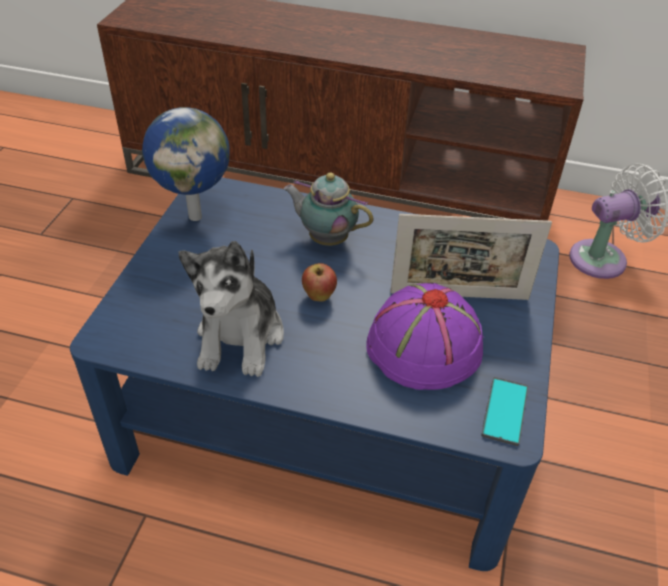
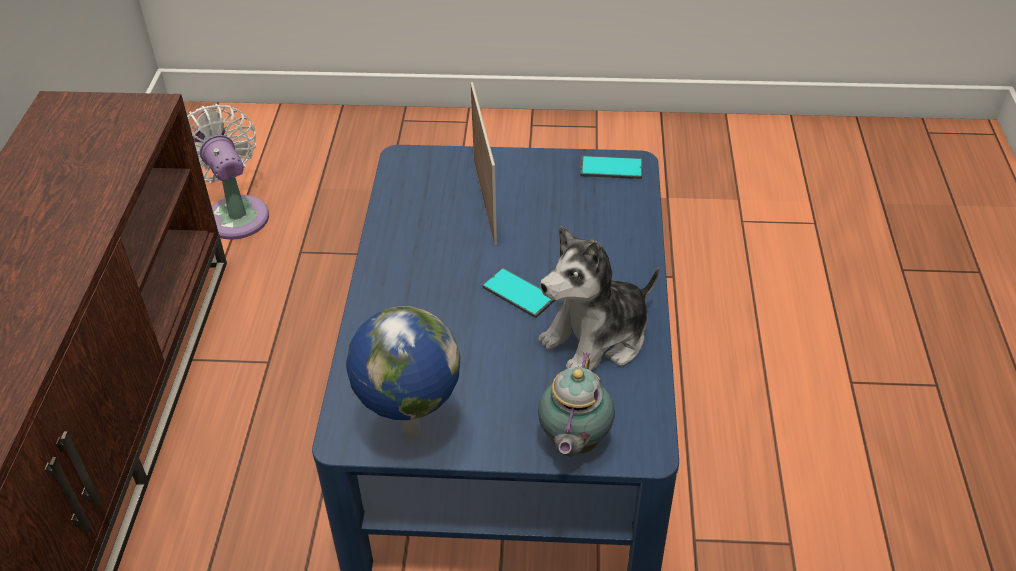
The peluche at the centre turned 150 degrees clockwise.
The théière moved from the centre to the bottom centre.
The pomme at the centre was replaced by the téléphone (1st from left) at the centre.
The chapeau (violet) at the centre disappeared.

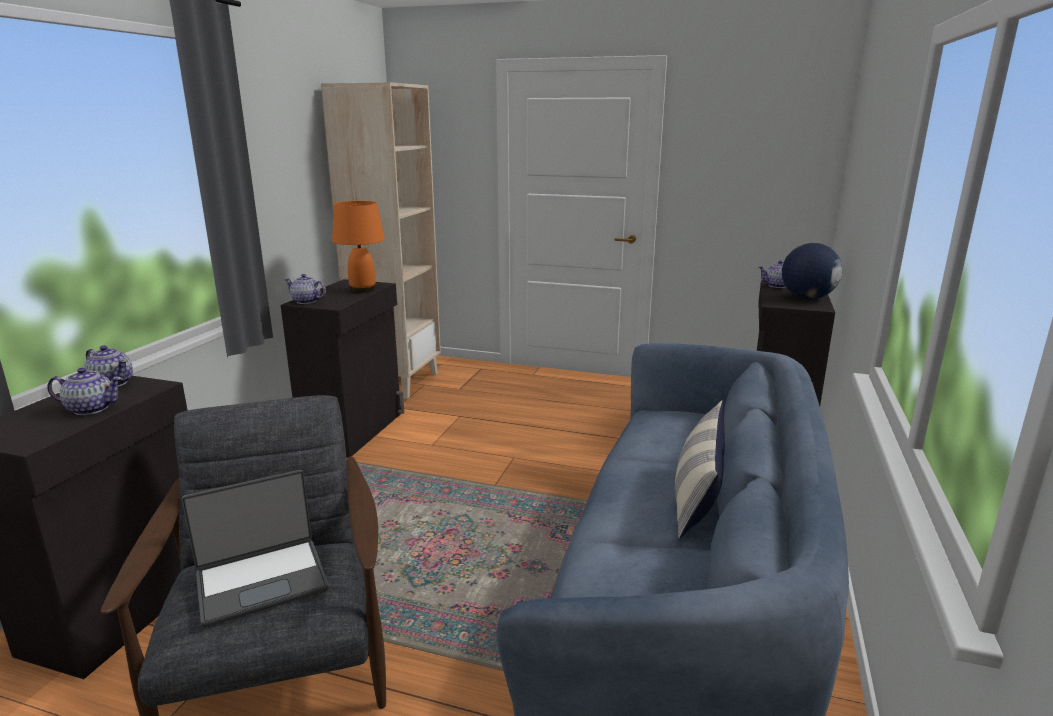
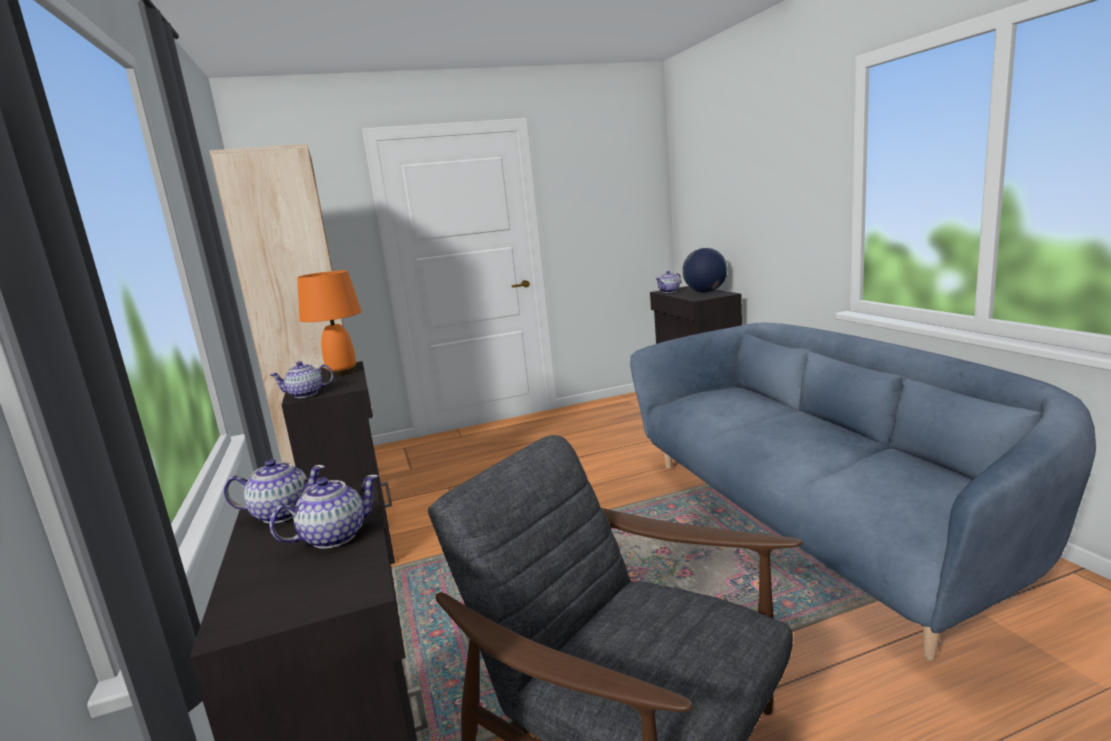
The ordinateur portable at the bottom left disappeared.
The coussin at the centre disappeared.

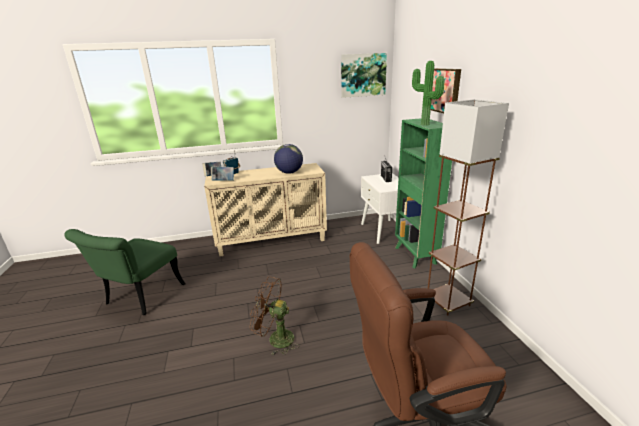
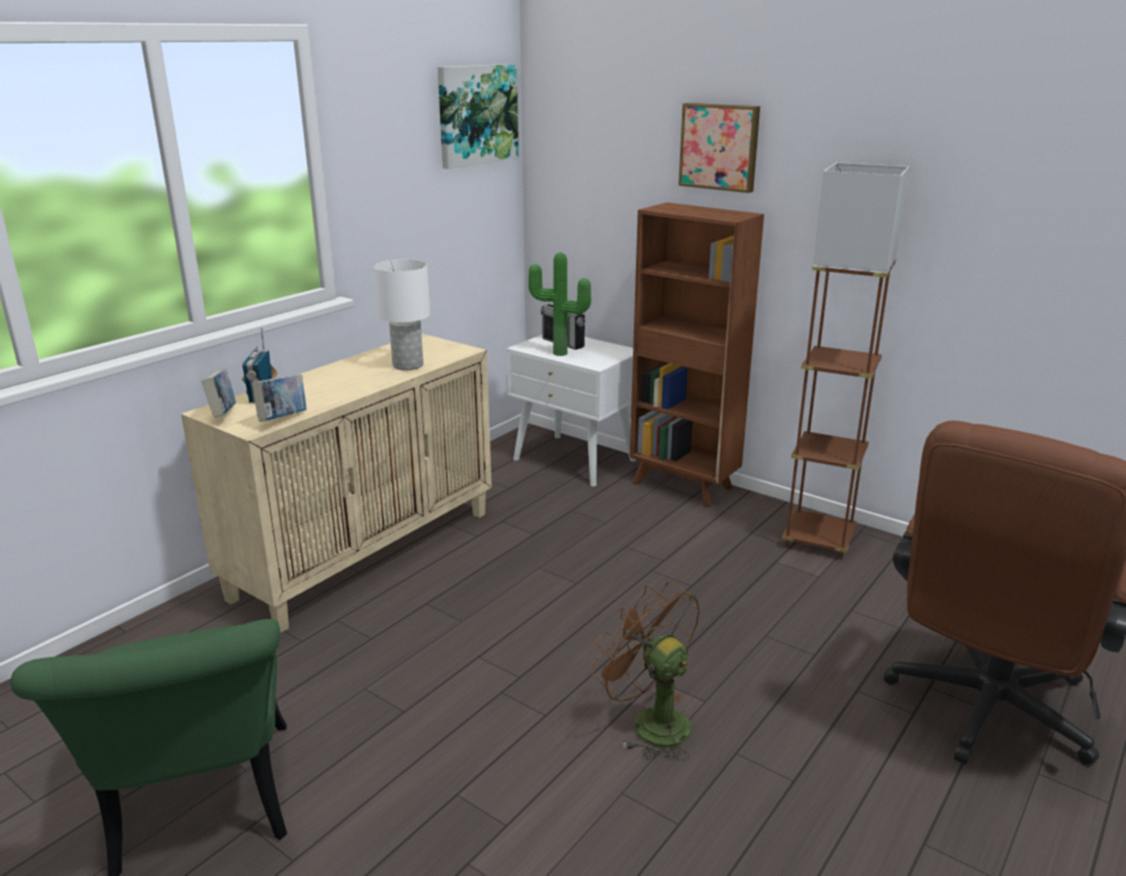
The ventilateur (marron) at the bottom centre turned 75 degrees clockwise.
The globe at the centre was replaced by the lampe de table (blanc) at the centre.
The bibliothèque (vert) at the centre became the bibliothèque (marron) at the centre.
The plante en pot moved from the top right to the centre.

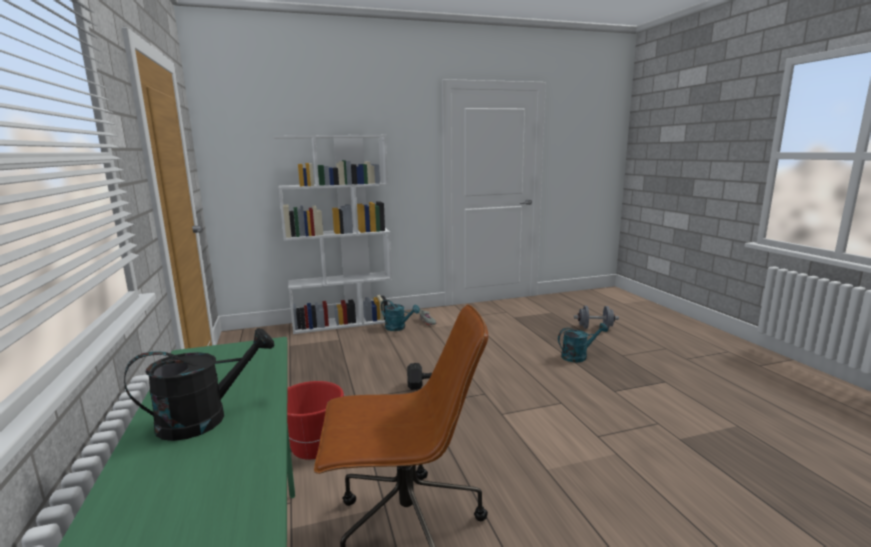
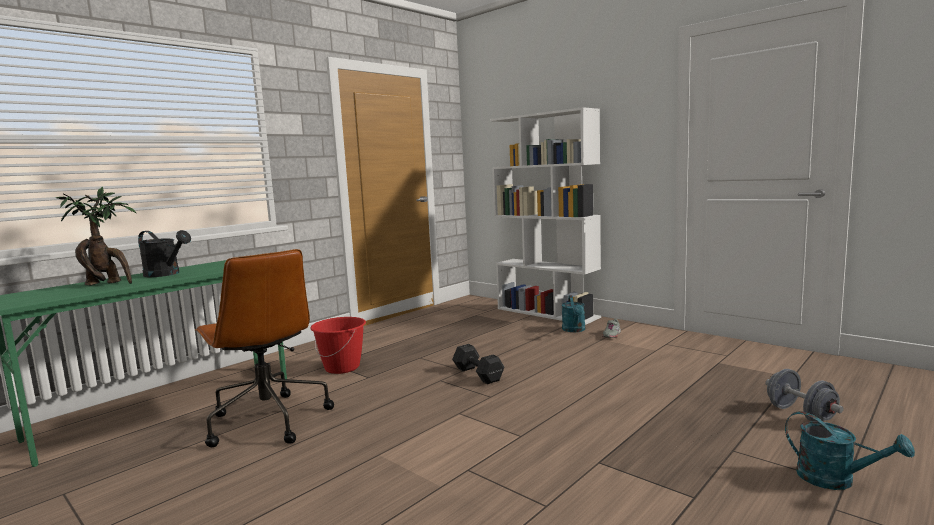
The arrosoir (turquoise) (2nd from left) moved from the middle right to the bottom right.
The plante en pot at the middle left appeared.

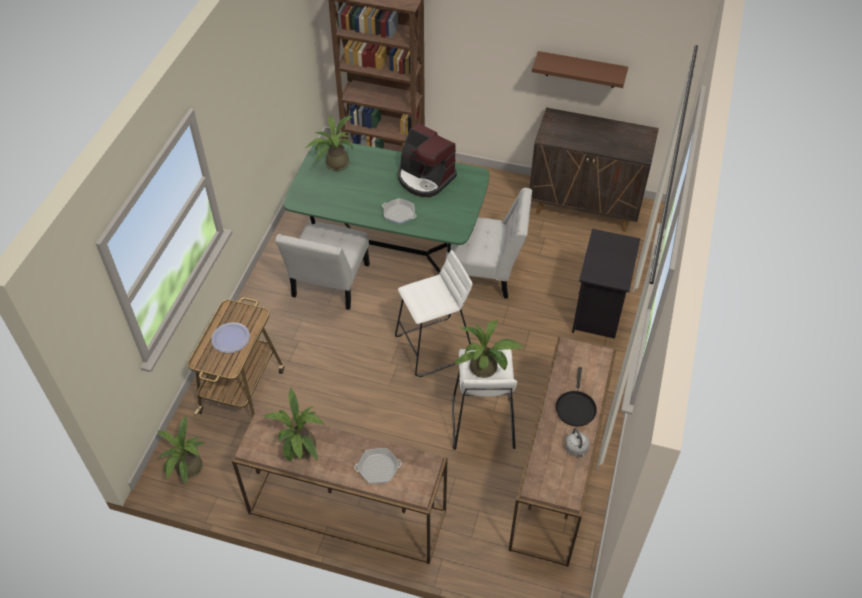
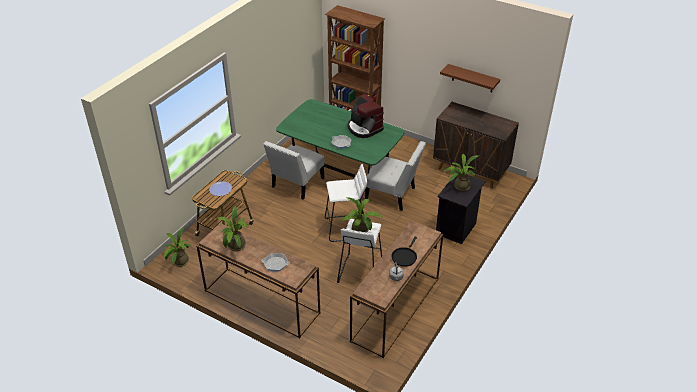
The plante en pot (3rd from left in the first image) moved from the top centre to the centre.

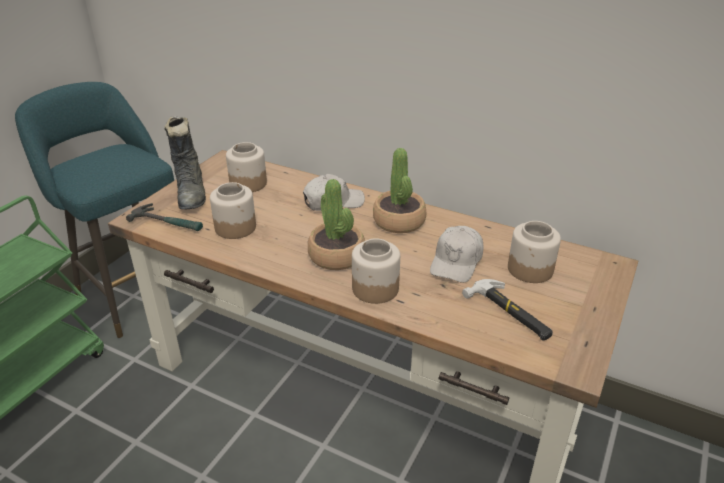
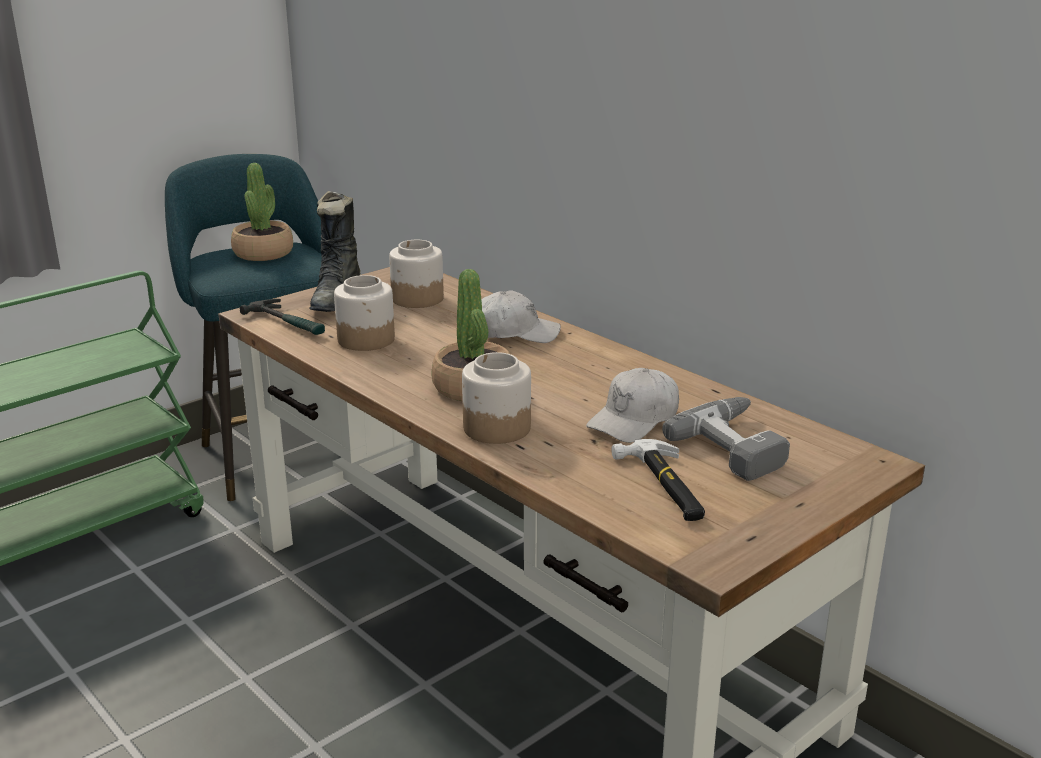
The plante en pot (2nd from left in the first image) moved from the centre to the top left.
The bocal (4th from left) at the middle right was replaced by the perceuse at the middle right.

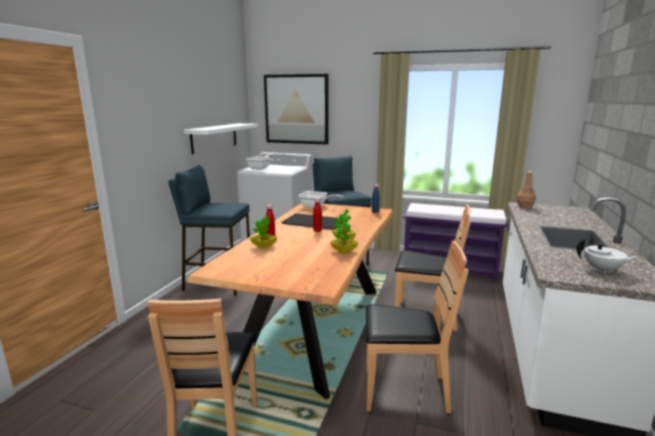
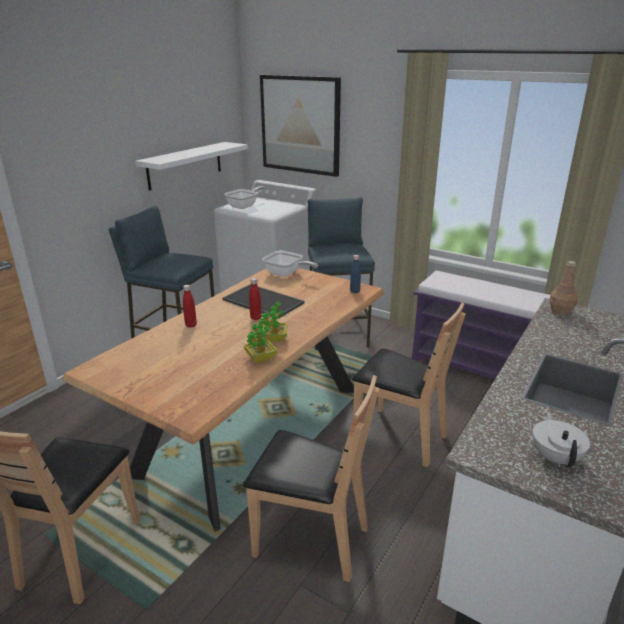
The plante en pot (1st from left) at the centre disappeared.
The théière (blanc) at the middle right turned 120 degrees counterclockwise.

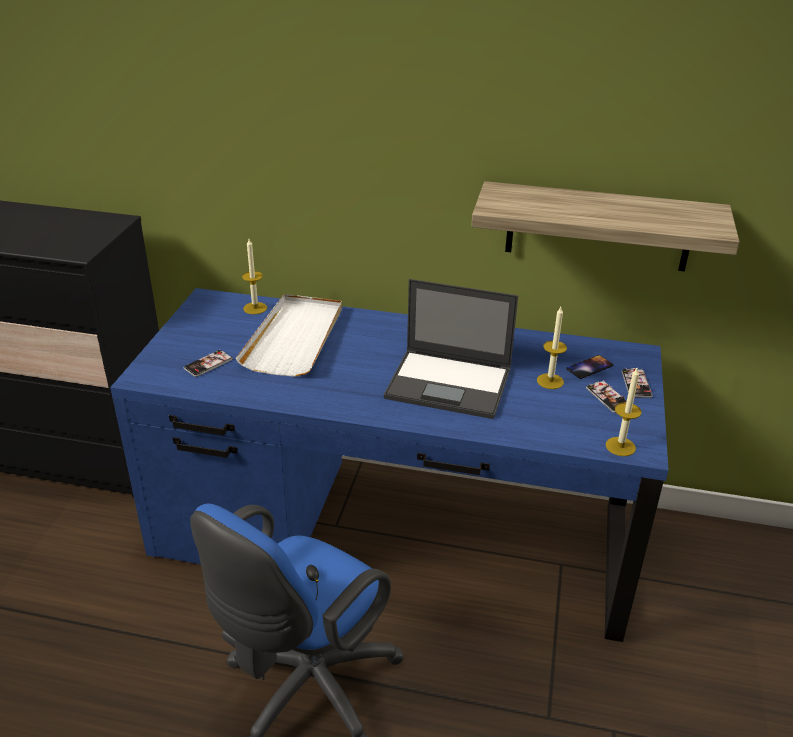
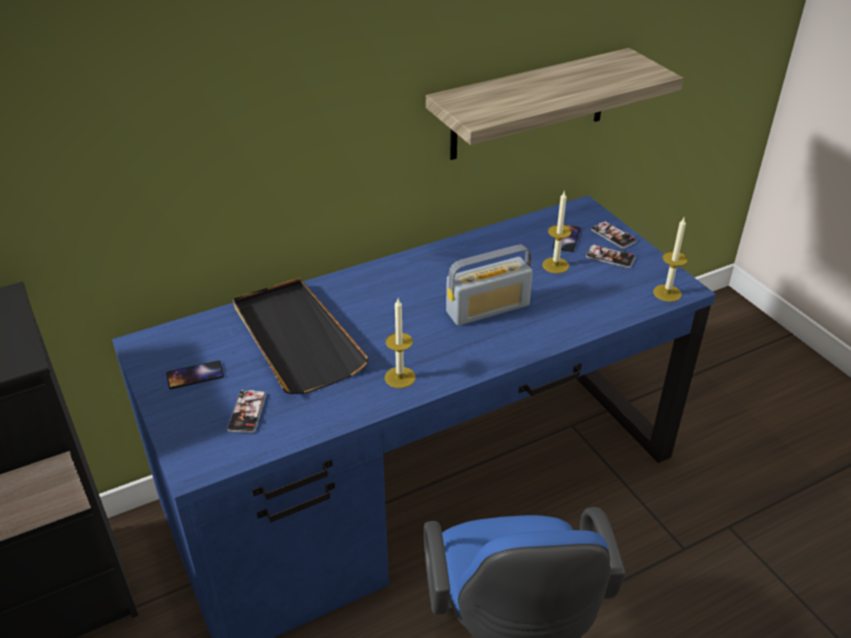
The plateau (blanc) at the centre became the plateau (noir) at the centre.
The bougie (1st from left) moved from the middle left to the centre.
The ordinateur portable at the centre was replaced by the radio at the centre.
The téléphone (1st from left) at the middle left appeared.

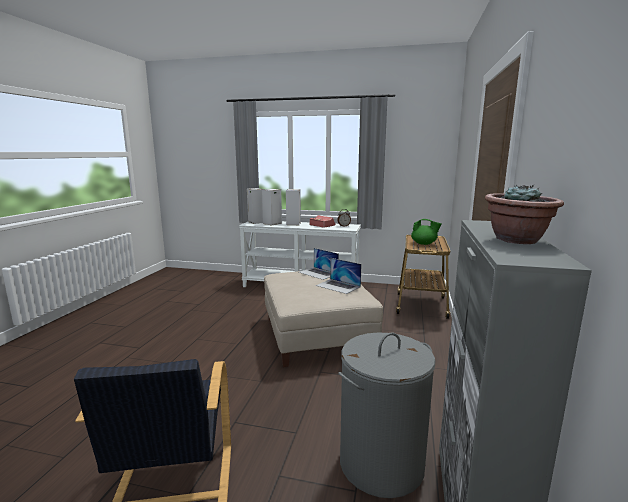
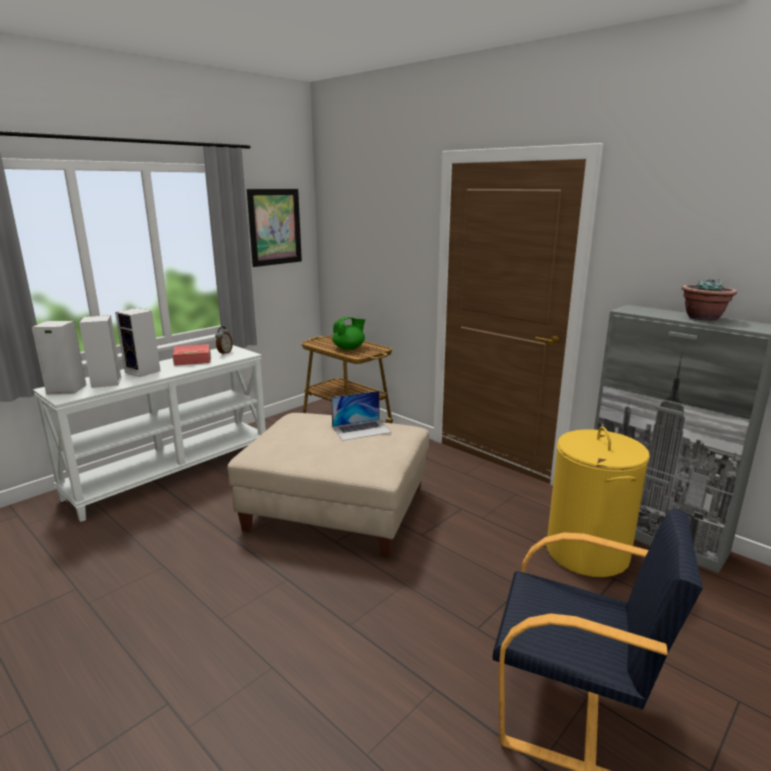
The ordinateur portable (1st from left) at the centre disappeared.
The panier à linge (gris) at the bottom centre became the panier à linge (jaune) at the middle right.
The tableau at the top centre appeared.

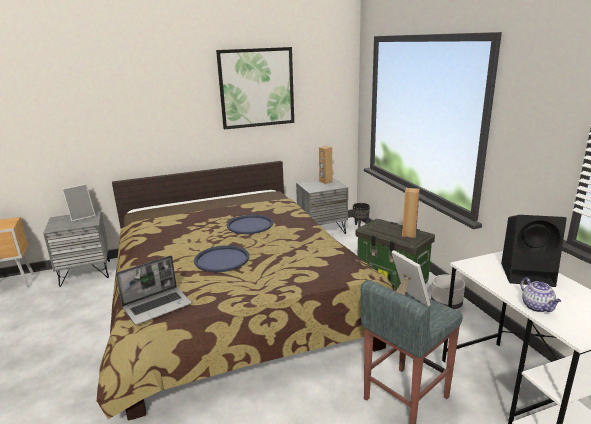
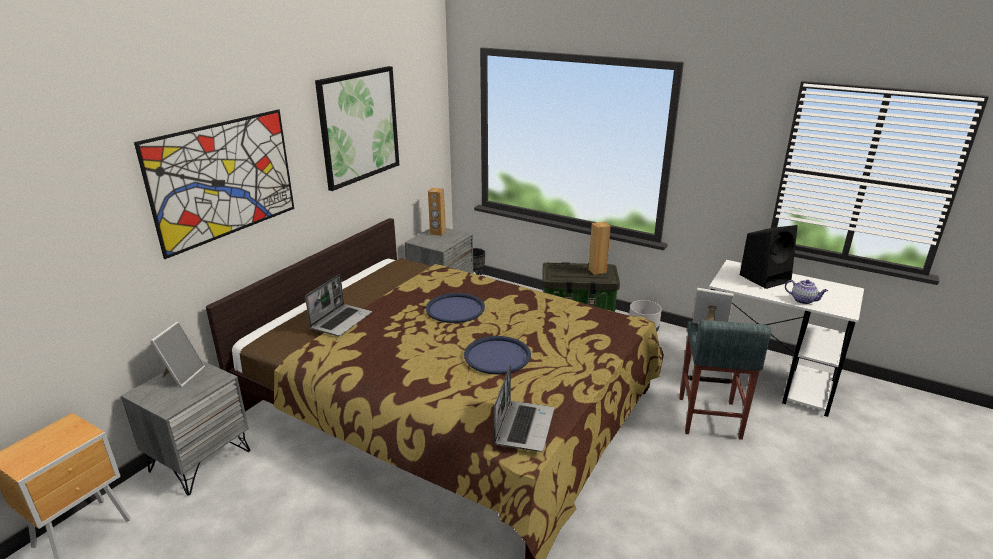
The tableau (1st from left) at the top left appeared.
The ordinateur portable (1st from left) at the centre appeared.

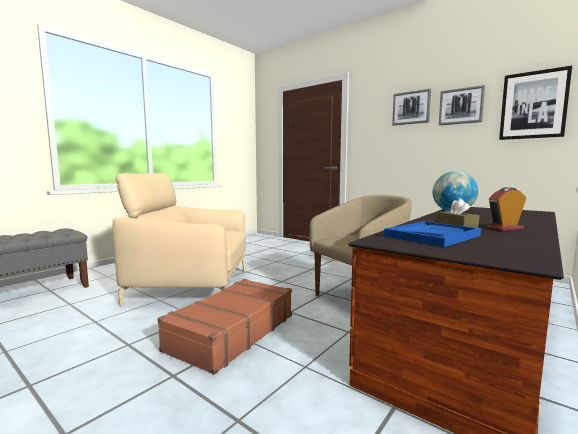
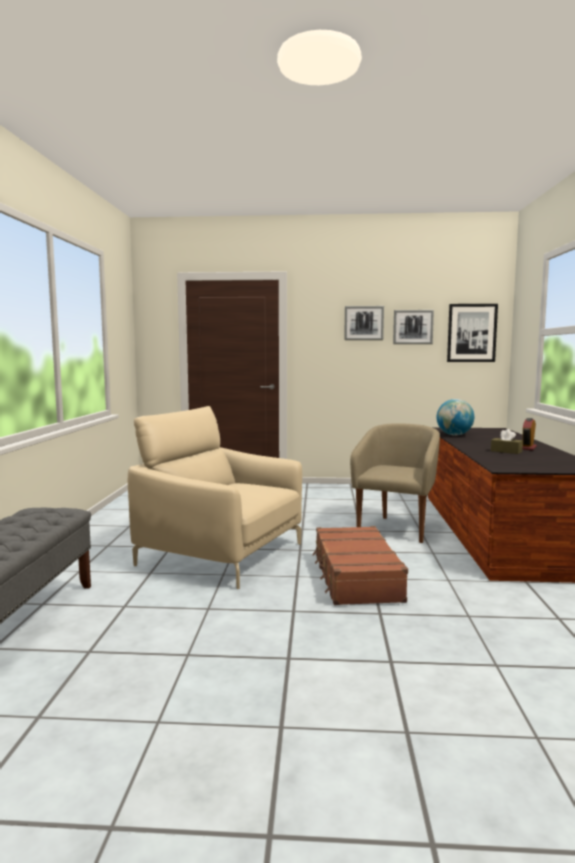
The fauteuil (beige) (1st from left) at the middle left turned 60 degrees clockwise.
The plateau (bleu) at the middle right disappeared.

